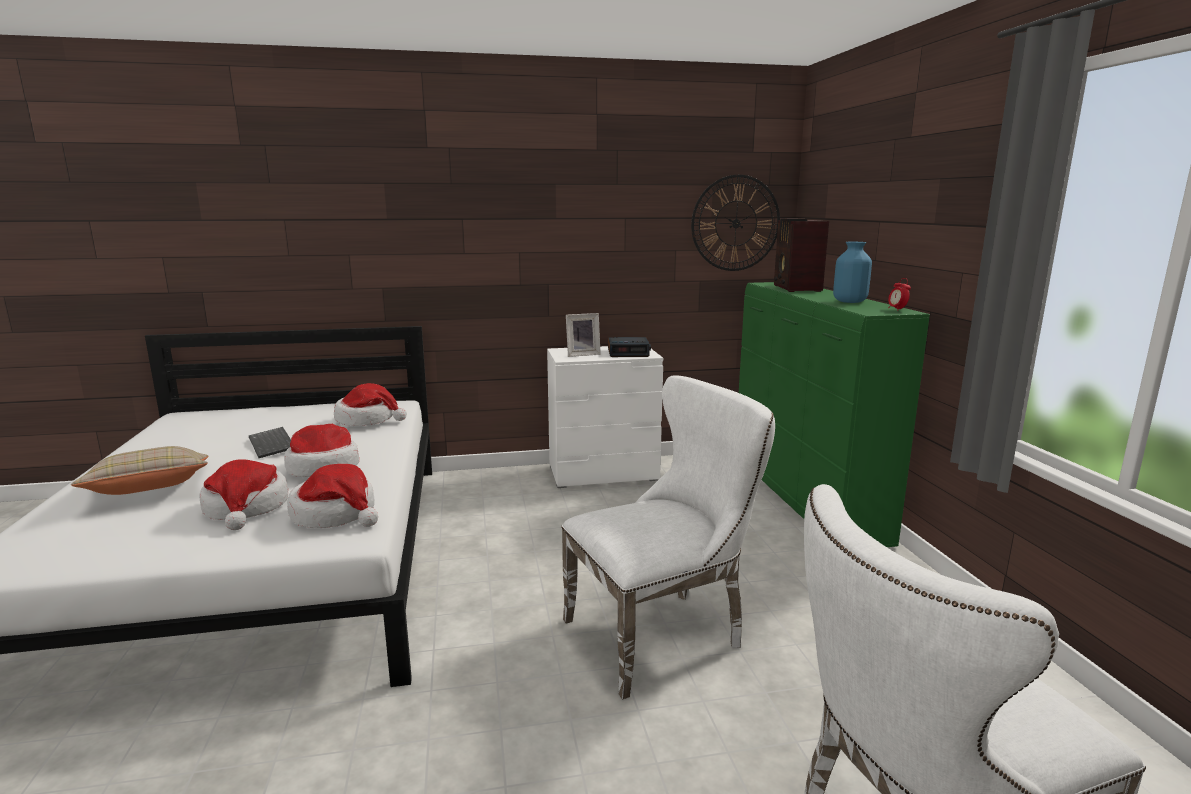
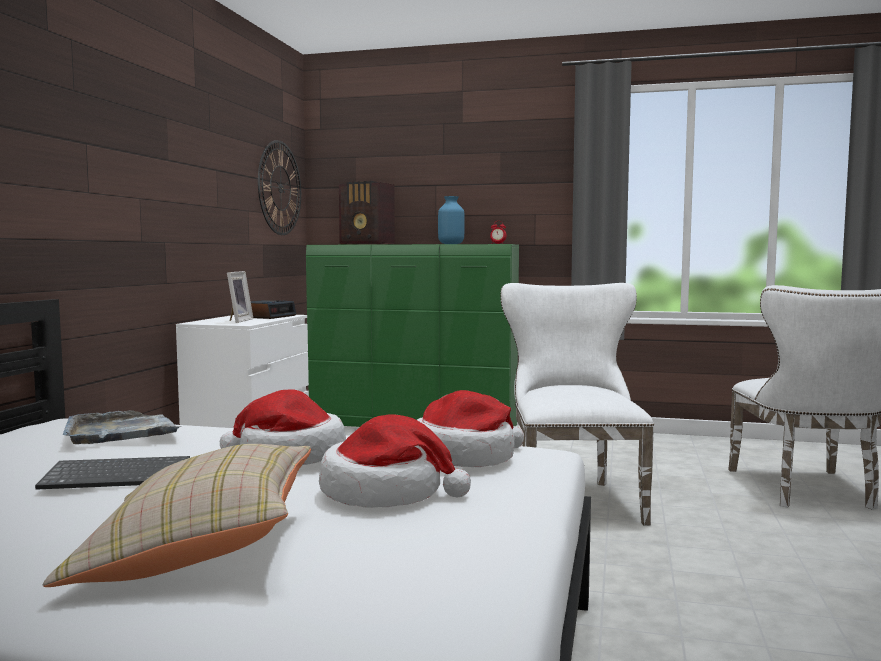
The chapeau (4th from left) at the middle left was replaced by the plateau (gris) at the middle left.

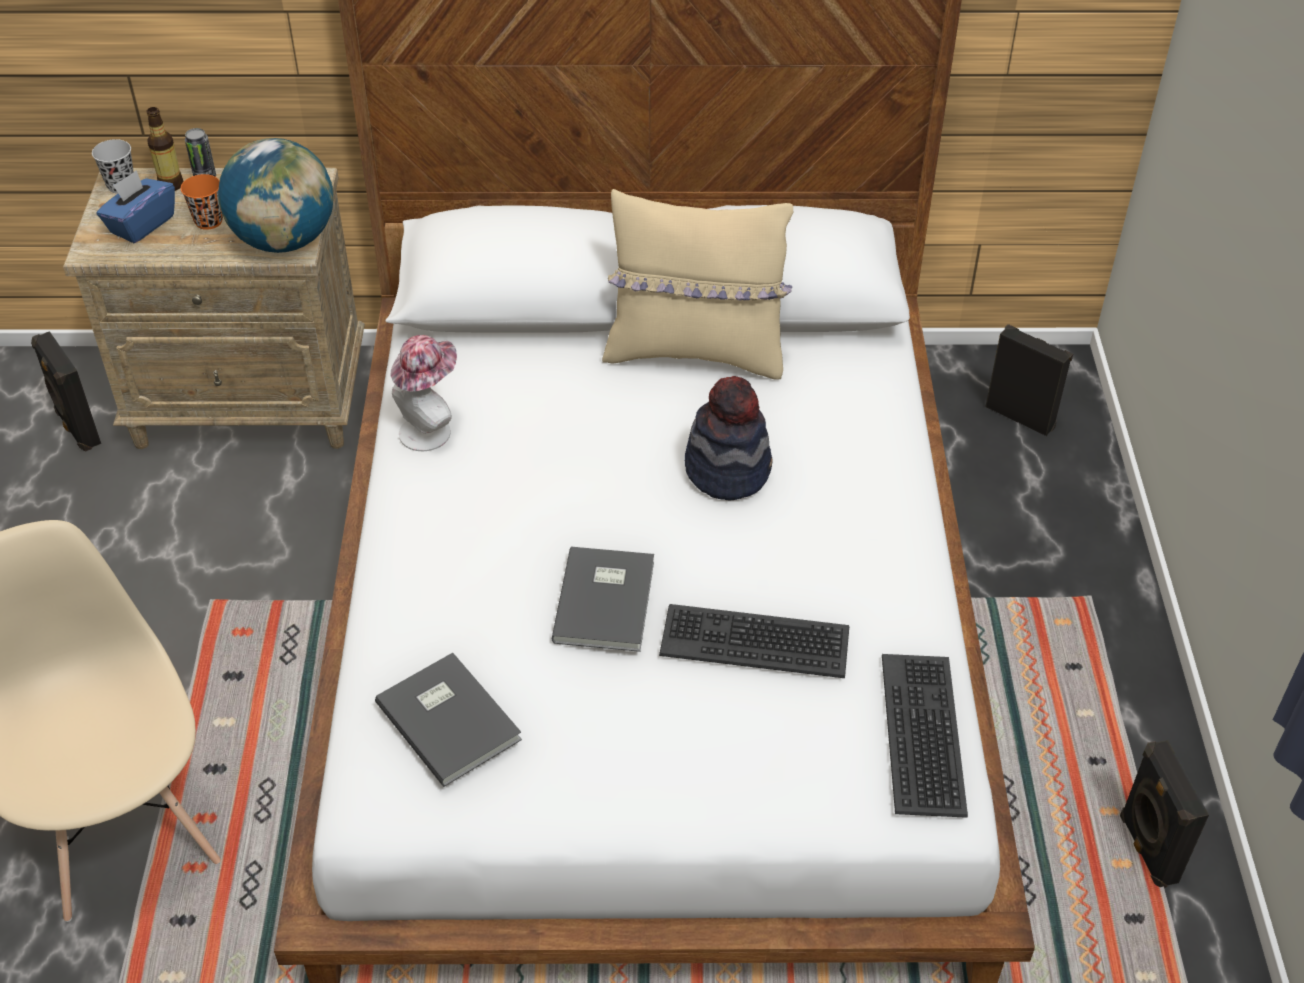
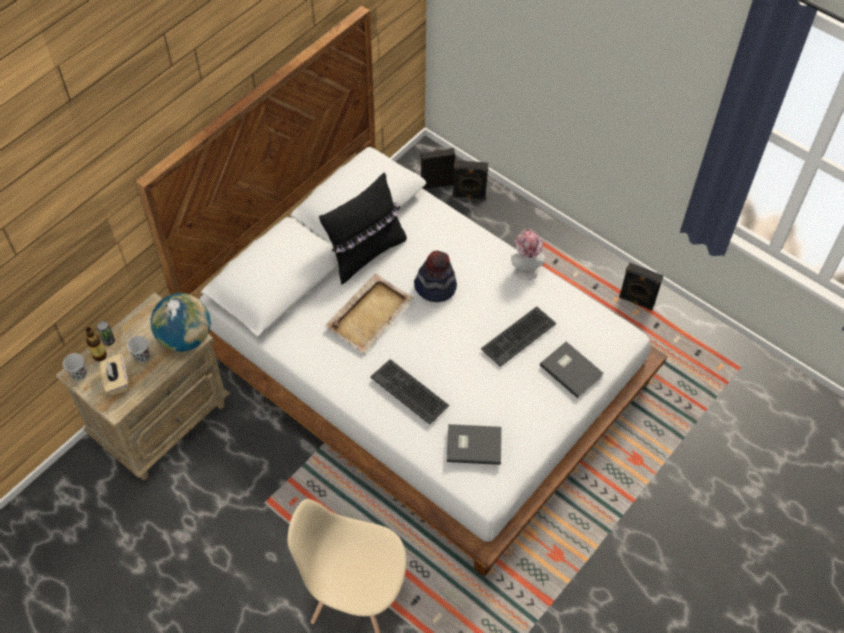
The enceinte (noir) (1st from left in the first image) moved from the middle left to the top centre.
The boîte à mouchoirs (bleu) at the top left became the boîte à mouchoirs (beige) at the middle left.
The tasse (orange) at the top left became the tasse (noir) (2nd from left) at the middle left.
The chapeau (1st from left in the first image) moved from the middle left to the centre.
The livre (gris) (2nd from left) moved from the centre to the middle right.
The coussin (beige) at the top centre became the coussin (noir) at the centre.
The clavier (2nd from left in the first image) moved from the bottom right to the centre.
The plateau (beige) at the centre appeared.

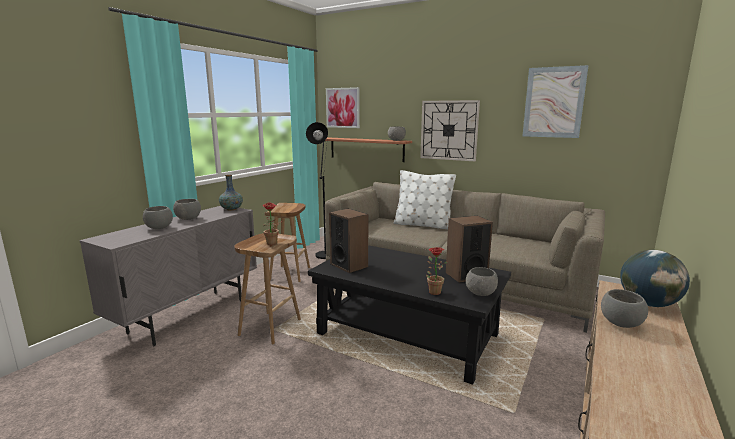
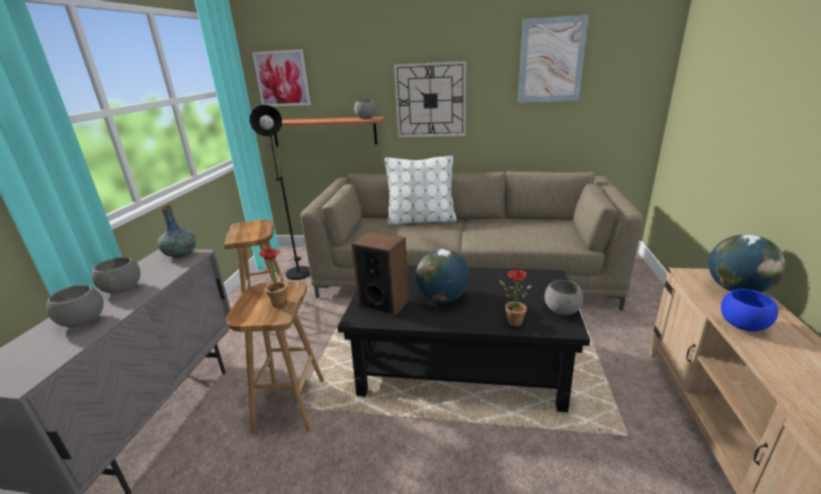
The enceinte (2nd from left) at the centre disappeared.
The bol (gris) (5th from left) at the bottom right became the bol (bleu) at the middle right.
The globe (1st from left) at the centre appeared.

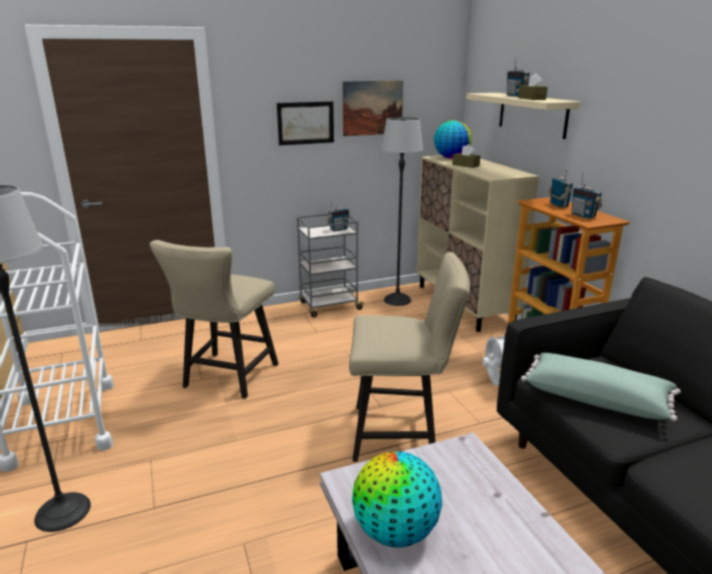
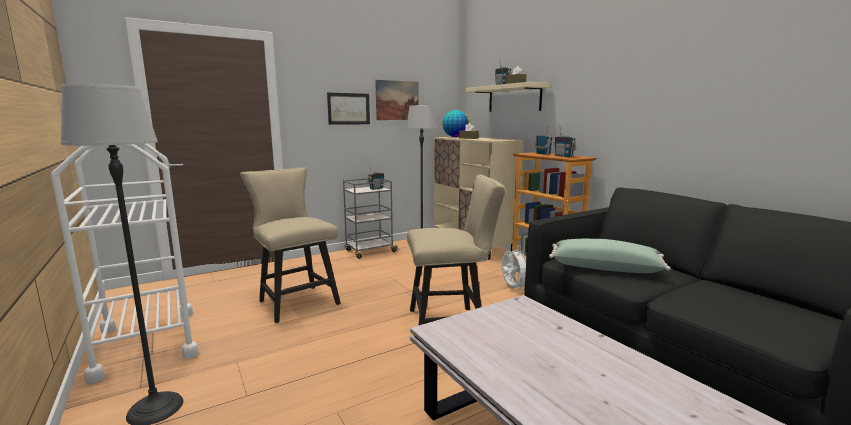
The chaise (beige) (1st from left) at the middle left turned 135 degrees clockwise.
The globe (1st from left) at the bottom centre disappeared.

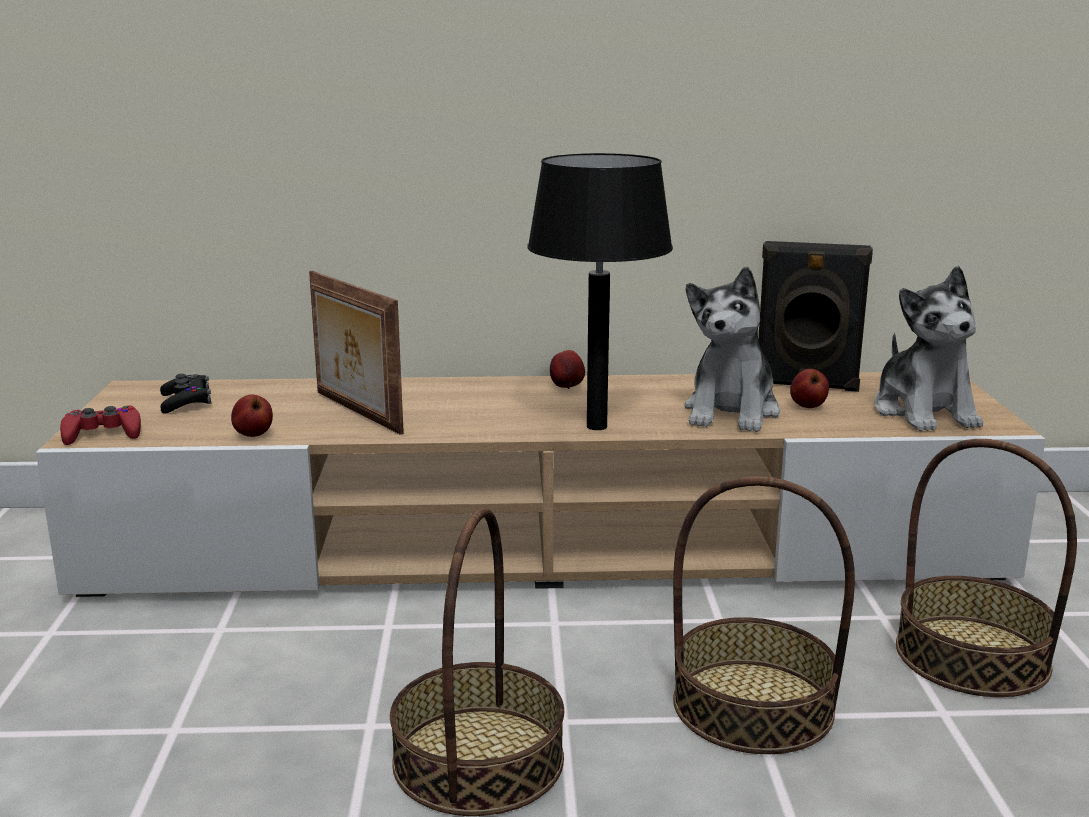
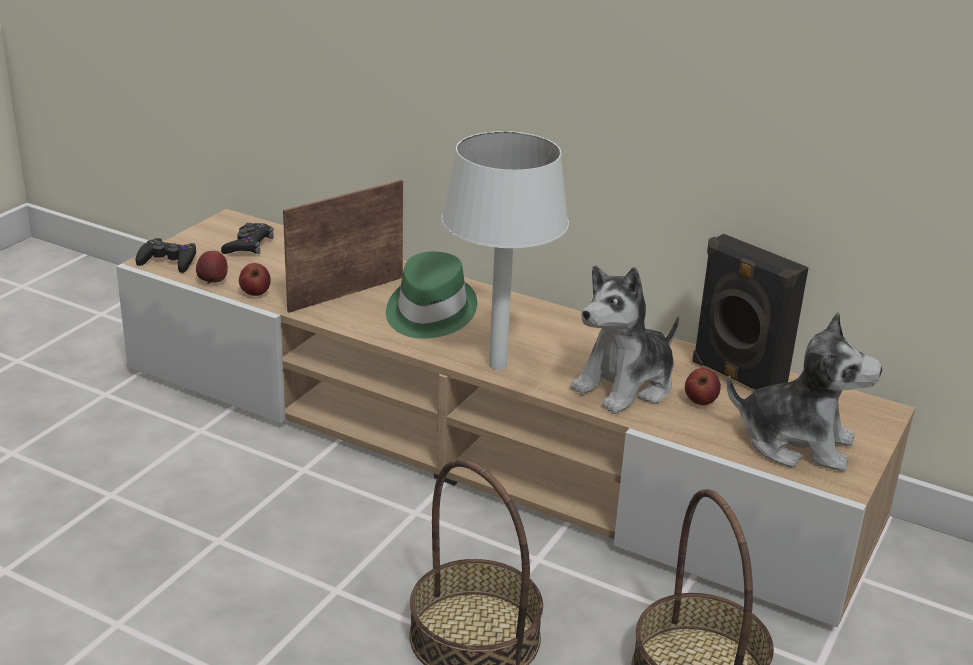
The manette (rouge) at the middle left became the manette (noir) (1st from left) at the middle left.
The cadre photo at the middle left turned 60 degrees clockwise.
The panier (1st from left) at the bottom centre disappeared.
The lampe de table (noir) at the centre became the lampe de table (blanc) at the centre.
The pomme (2nd from left in the first image) moved from the centre to the middle left.
The peluche (2nd from left) at the middle right turned 90 degrees counterclockwise.
The chapeau (vert) at the centre appeared.

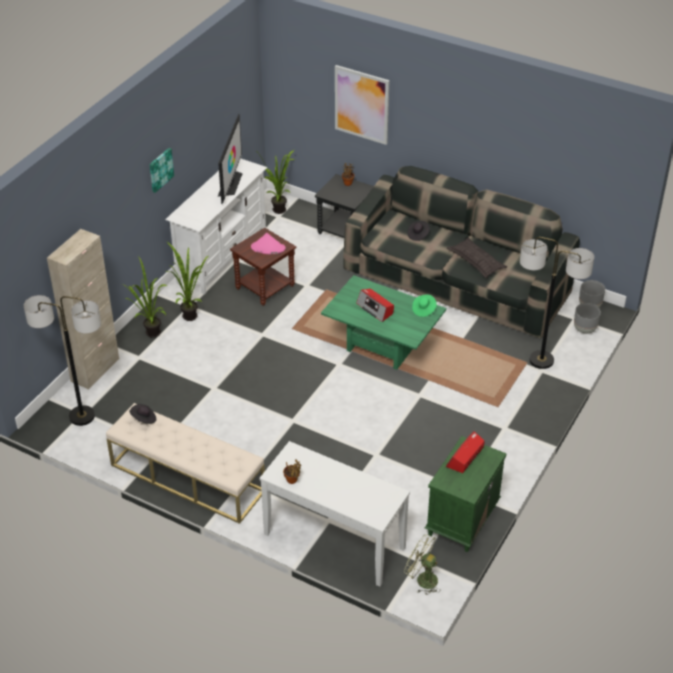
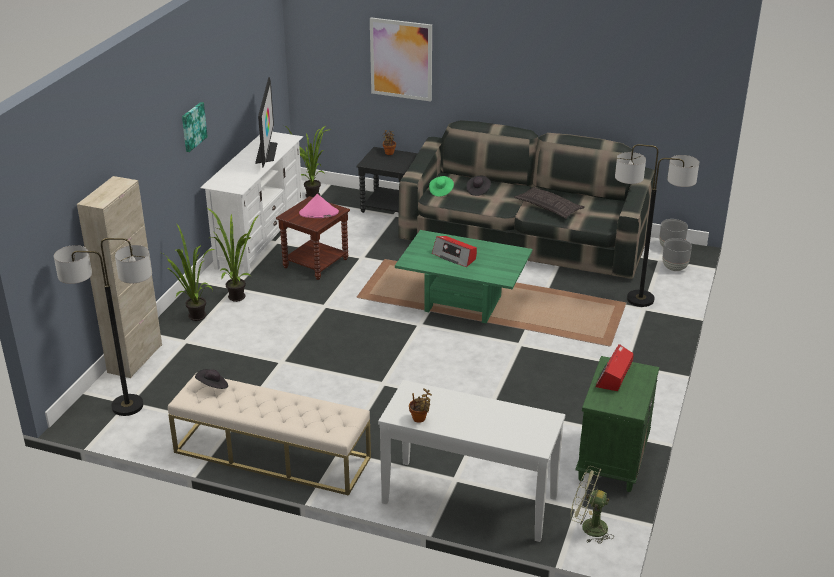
The chapeau (vert) moved from the centre to the top centre.

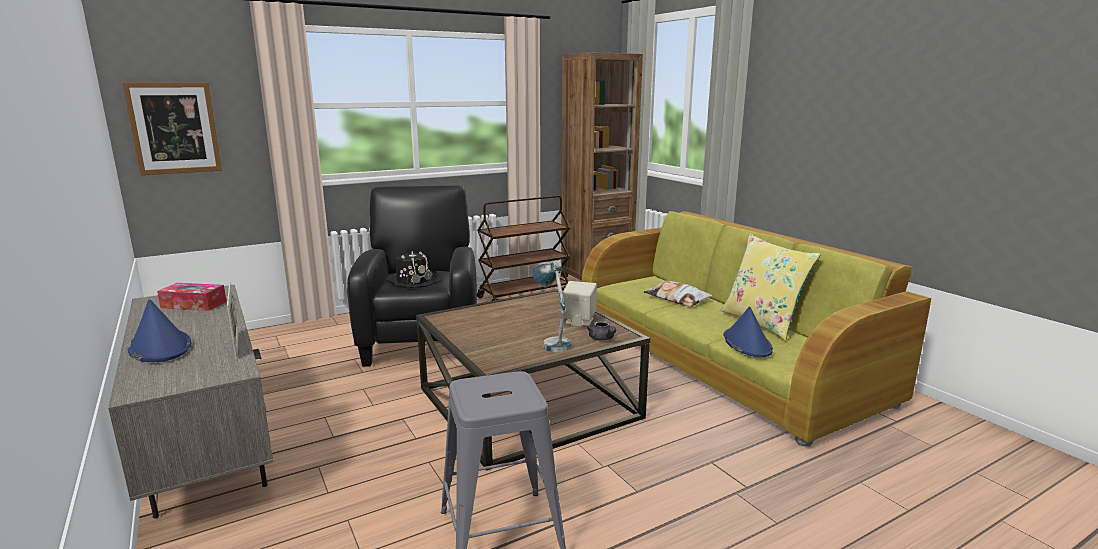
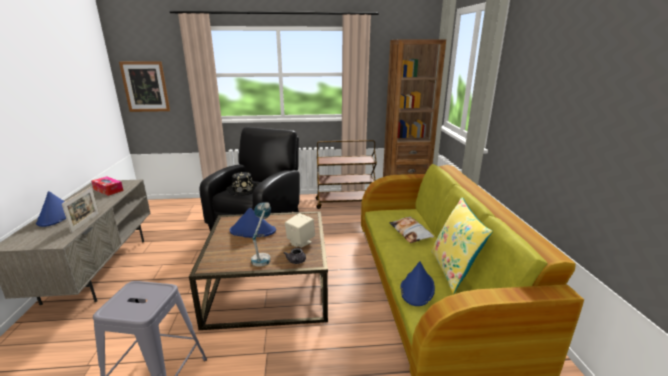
The chapeau (bleu) (2nd from left) at the centre appeared.

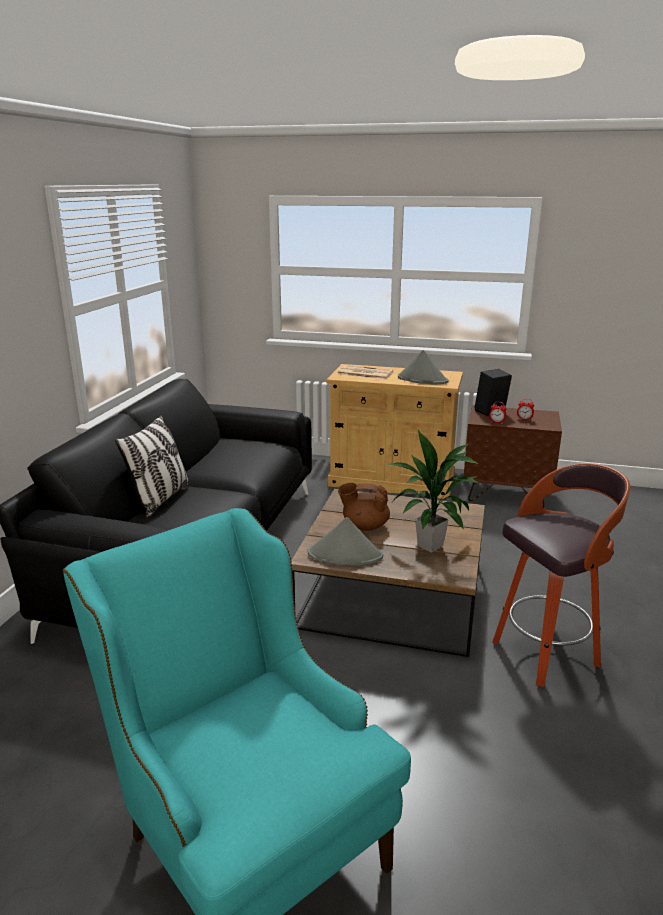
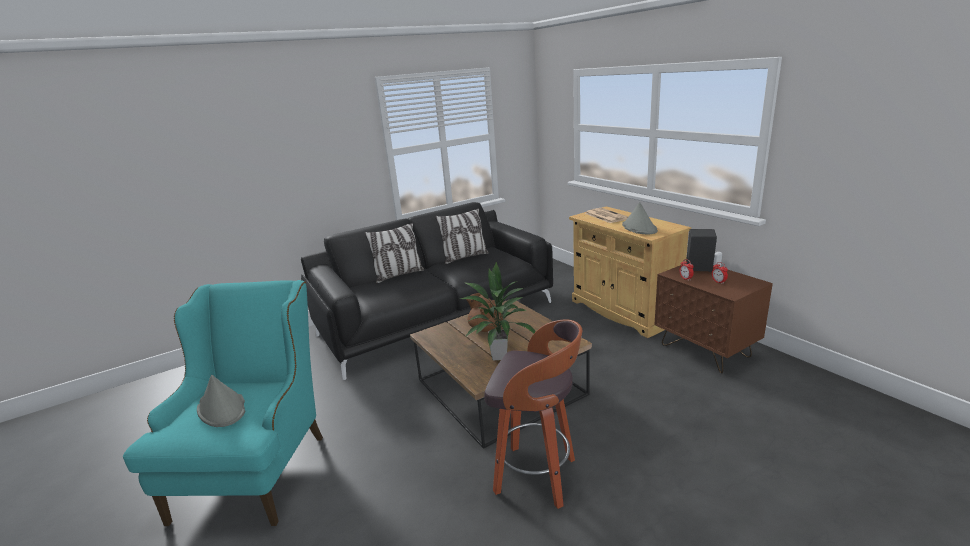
The chapeau (gris) (1st from left) moved from the centre to the bottom left.
The coussin (2nd from left) at the centre appeared.

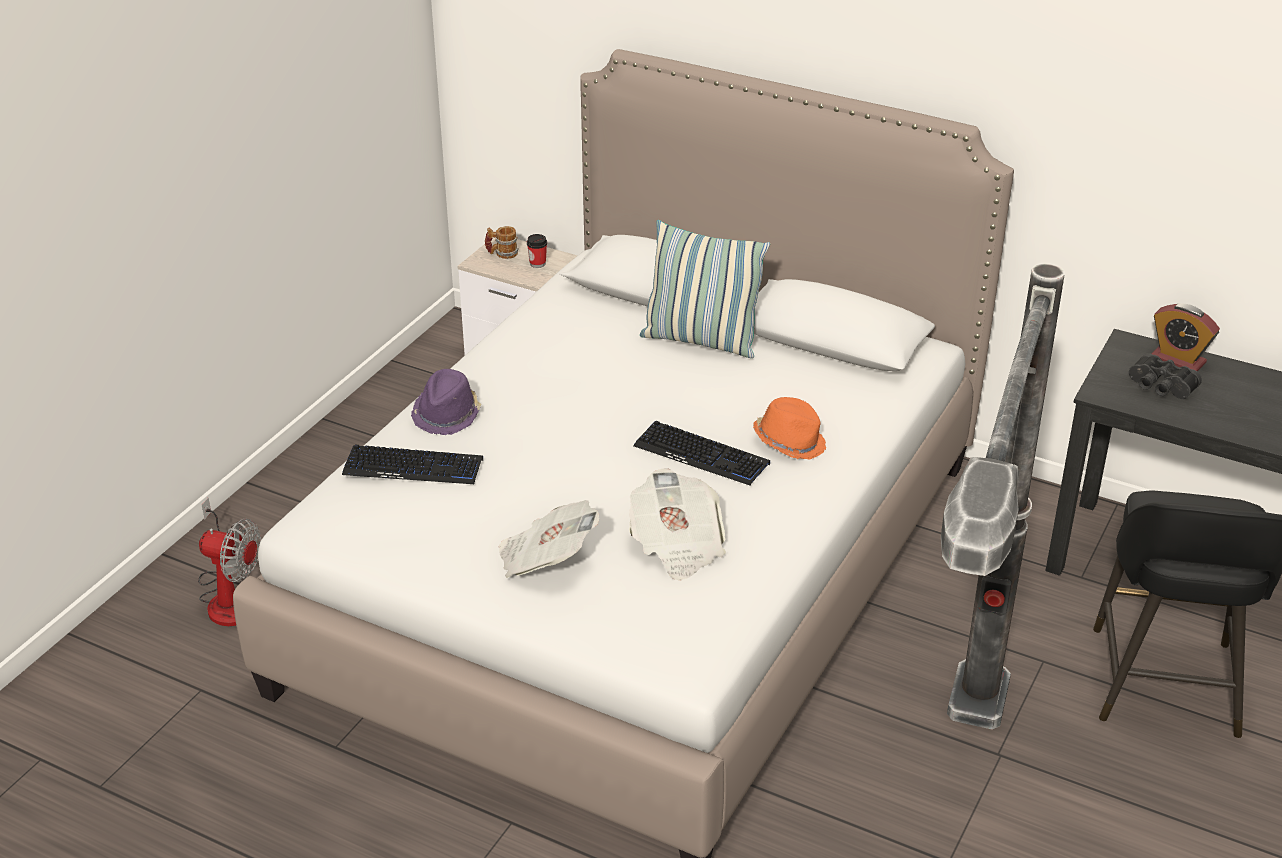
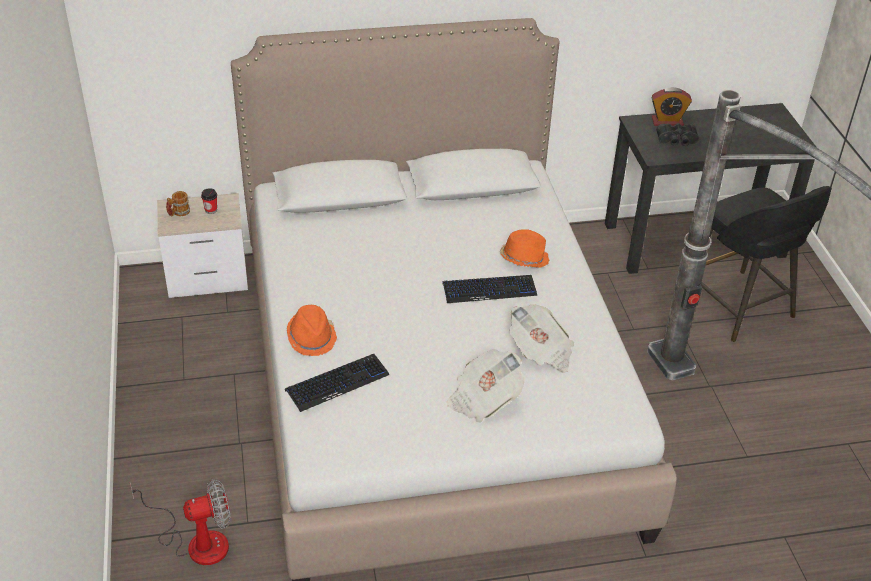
The chapeau (violet) at the centre became the chapeau (orange) (1st from left) at the centre.
The coussin at the centre disappeared.

